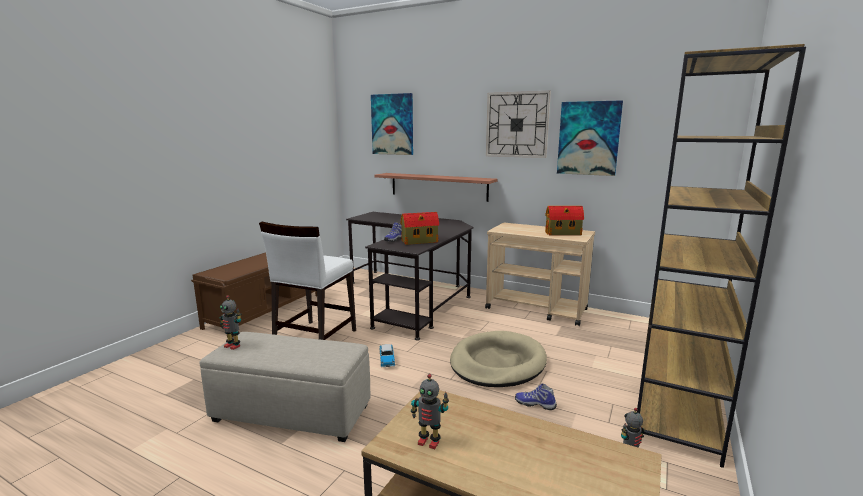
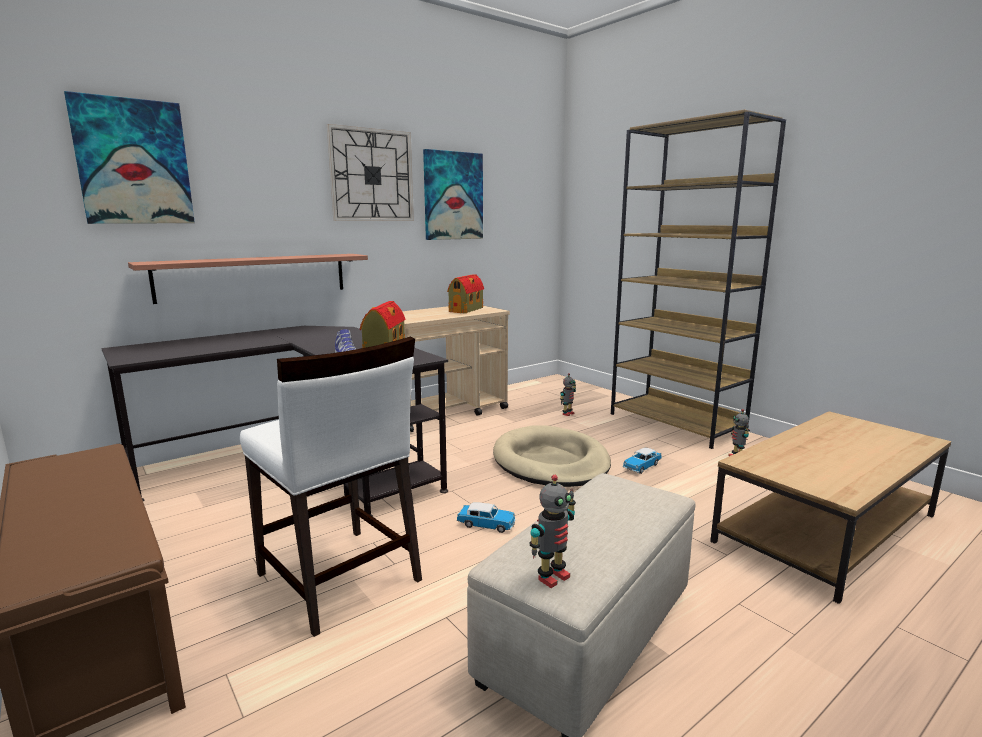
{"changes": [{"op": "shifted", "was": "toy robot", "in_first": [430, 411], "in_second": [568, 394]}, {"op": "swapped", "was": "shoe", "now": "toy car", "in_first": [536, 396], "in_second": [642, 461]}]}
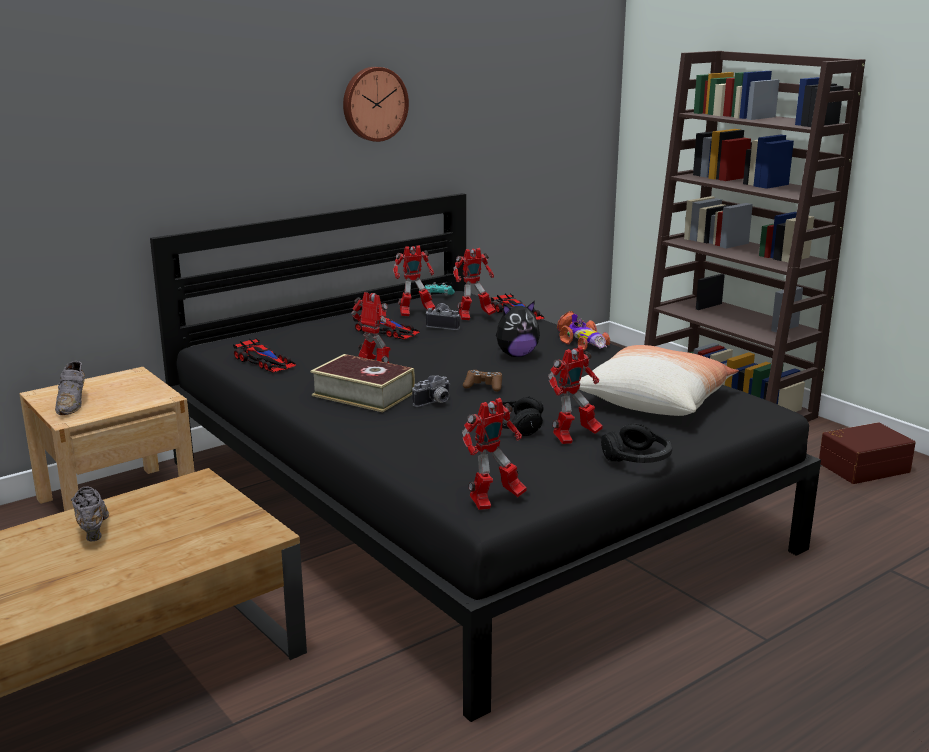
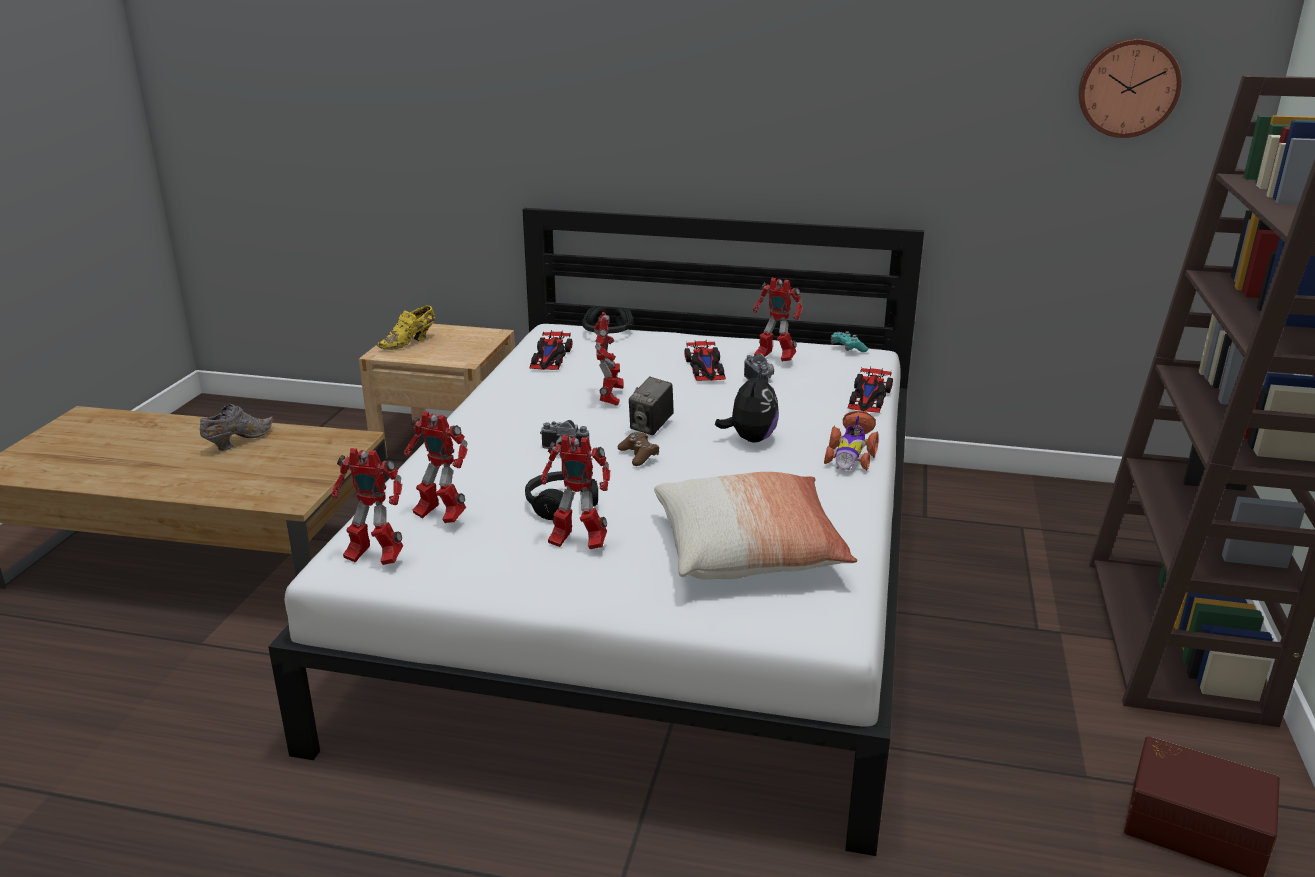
{"changes": [{"op": "shifted", "was": "wall clock", "in_first": [376, 104], "in_second": [1130, 88]}, {"op": "repainted", "was": "black bed", "now": "white bed", "in_first": [485, 457], "in_second": [596, 532]}, {"op": "shifted", "was": "toy robot", "in_first": [474, 284], "in_second": [436, 467]}, {"op": "rotated", "was": "plush toy", "in_first": [518, 329], "in_second": [747, 404], "clockwise": -105}, {"op": "gone", "was": "book", "in_first": [362, 383]}, {"op": "repainted", "was": "grey shoe", "now": "yellow shoe", "in_first": [70, 388], "in_second": [405, 327]}, {"op": "shifted", "was": "black headphones", "in_first": [636, 443], "in_second": [607, 320]}, {"op": "new", "now": "photo camera", "in_second": [651, 406]}]}
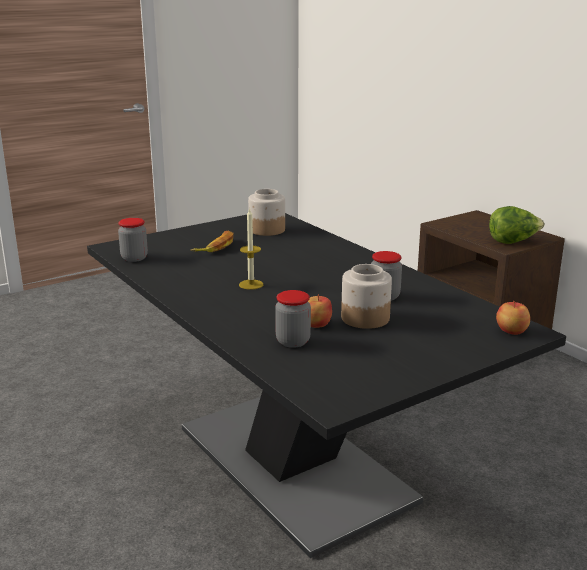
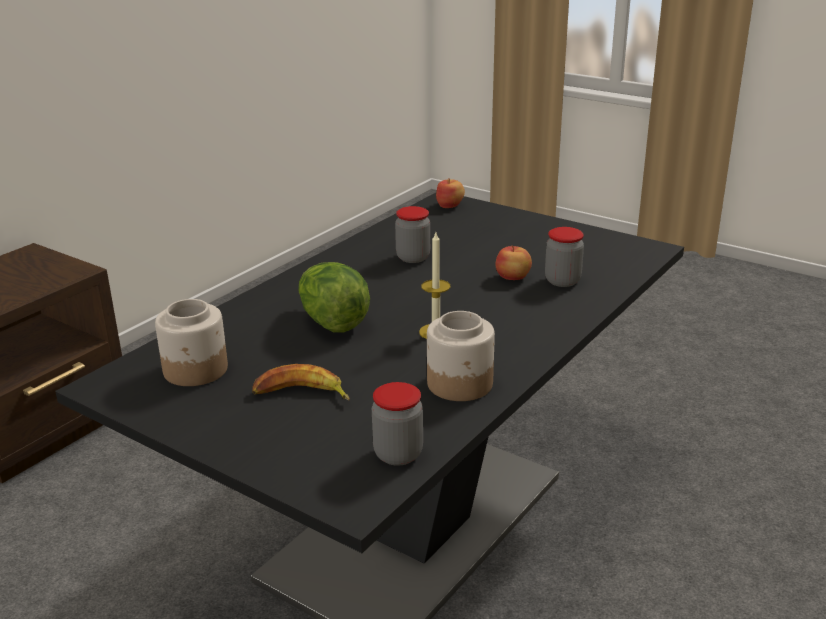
{"changes": [{"op": "shifted", "was": "lettuce", "in_first": [516, 225], "in_second": [334, 297]}, {"op": "shifted", "was": "jar", "in_first": [366, 296], "in_second": [461, 356]}]}
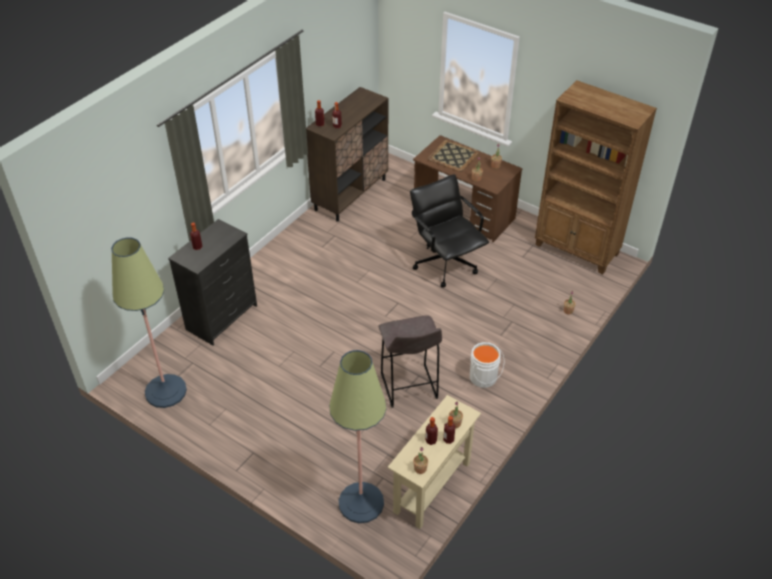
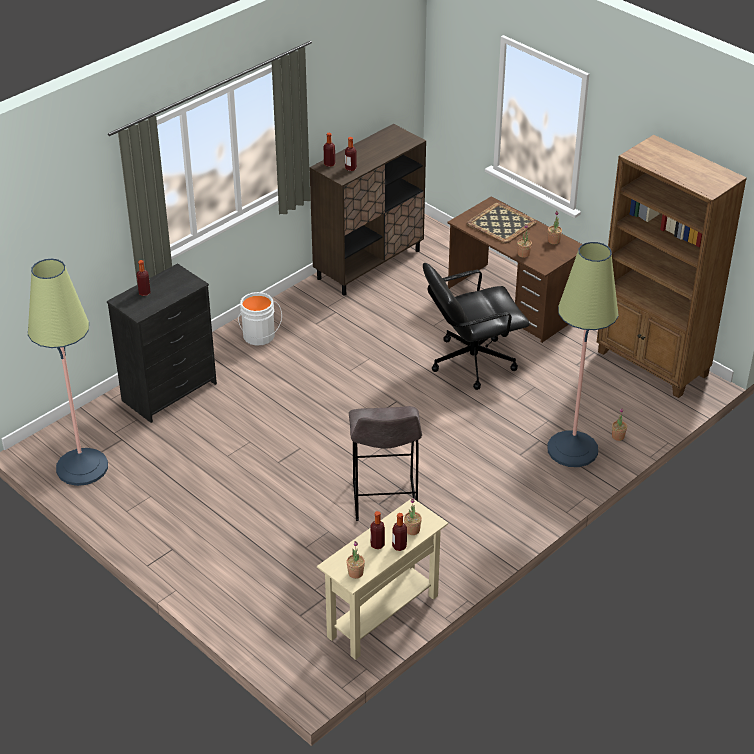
{"changes": [{"op": "rotated", "was": "black office chair", "in_first": [449, 231], "in_second": [476, 326], "clockwise": -90}, {"op": "shifted", "was": "white bucket", "in_first": [487, 365], "in_second": [260, 319]}, {"op": "shifted", "was": "floor lamp", "in_first": [357, 436], "in_second": [583, 354]}]}
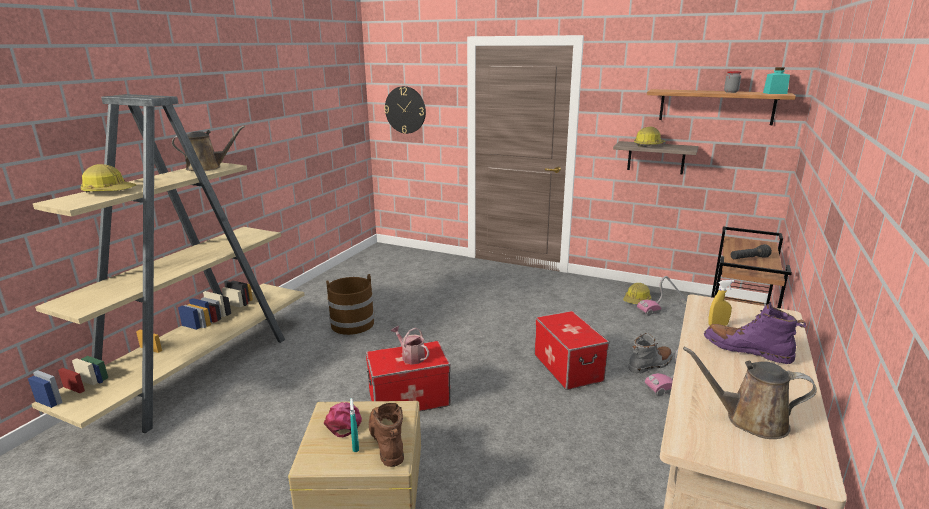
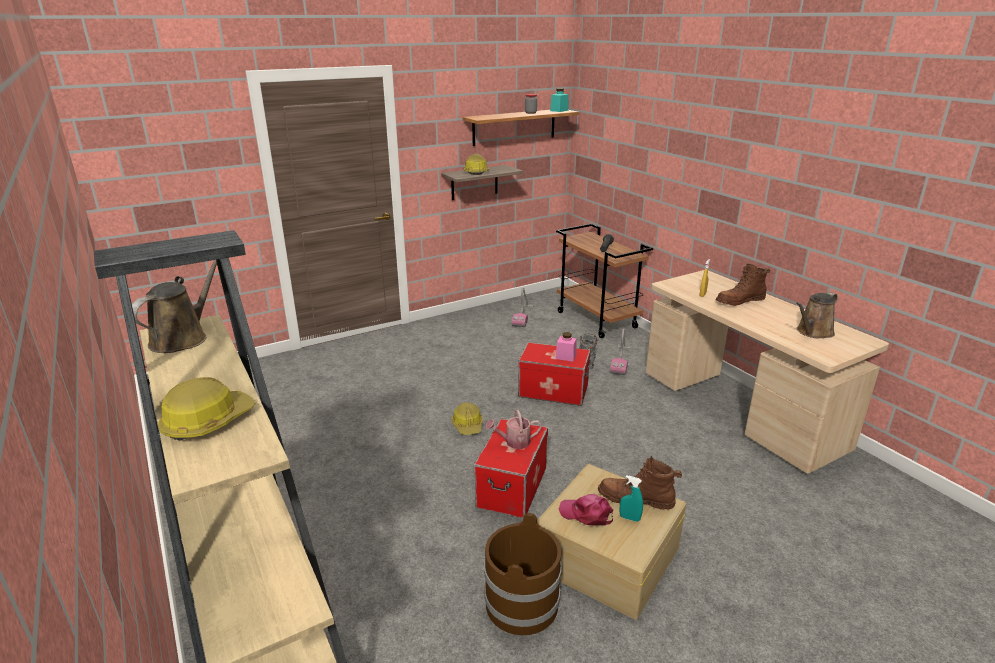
{"changes": [{"op": "gone", "was": "wall clock", "in_first": [405, 110]}, {"op": "shifted", "was": "brown bucket", "in_first": [350, 304], "in_second": [523, 574]}, {"op": "shifted", "was": "hard hat", "in_first": [637, 293], "in_second": [467, 419]}, {"op": "repainted", "was": "purple boot", "now": "brown boot", "in_first": [755, 333], "in_second": [743, 285]}, {"op": "new", "now": "pink jar", "in_second": [566, 347]}]}
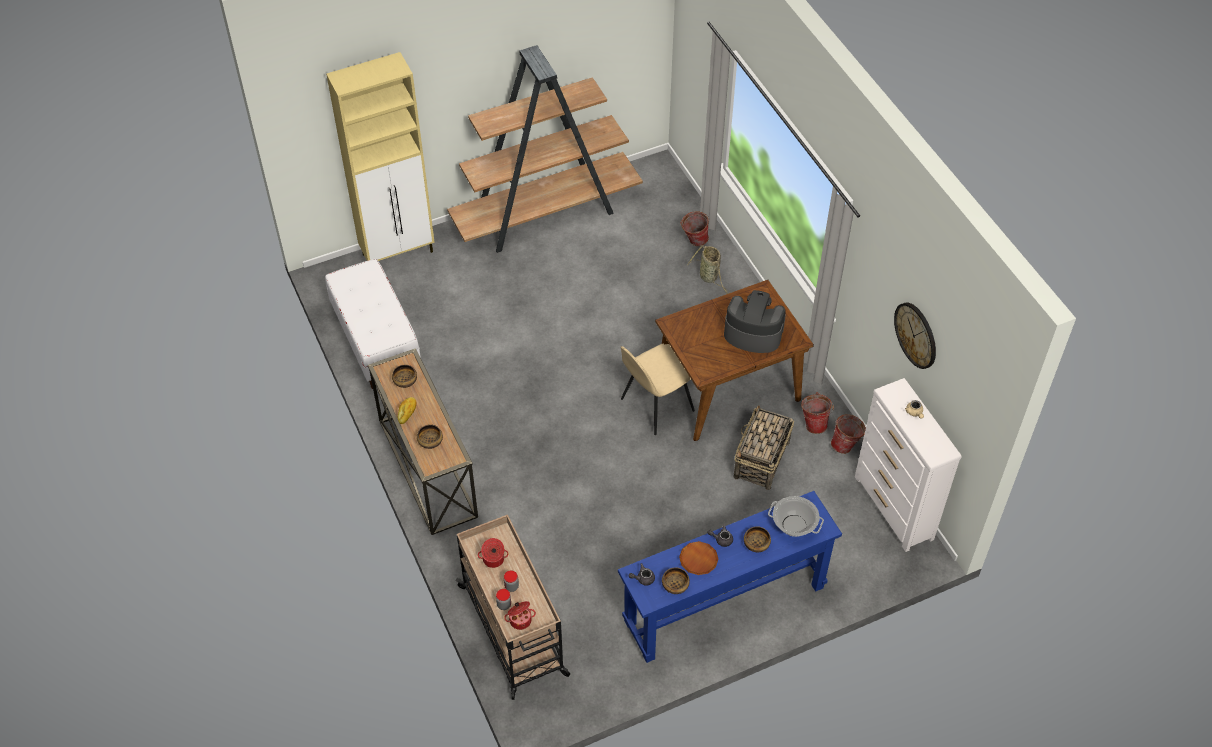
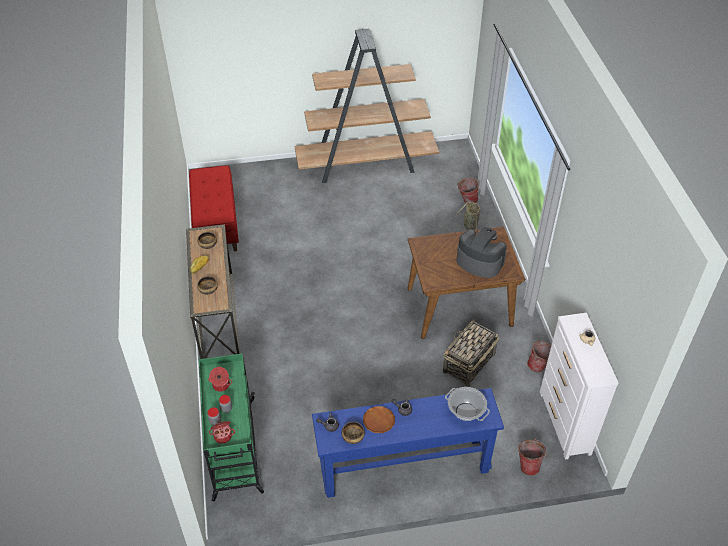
{"changes": [{"op": "gone", "was": "beige cabinet", "in_first": [380, 156]}, {"op": "repainted", "was": "white bench", "now": "red bench", "in_first": [373, 324], "in_second": [214, 208]}, {"op": "gone", "was": "wall clock", "in_first": [915, 336]}, {"op": "gone", "was": "beige chair", "in_first": [658, 389]}, {"op": "shifted", "was": "bucket", "in_first": [817, 413], "in_second": [532, 457]}, {"op": "repainted", "was": "beige cart", "now": "green cart", "in_first": [512, 607], "in_second": [231, 427]}, {"op": "gone", "was": "bowl", "in_first": [757, 539]}]}
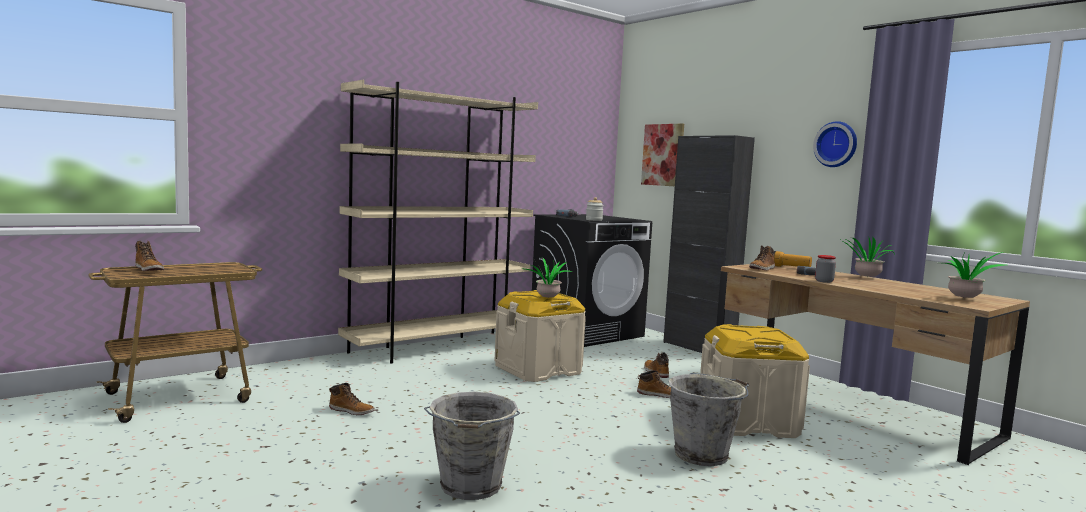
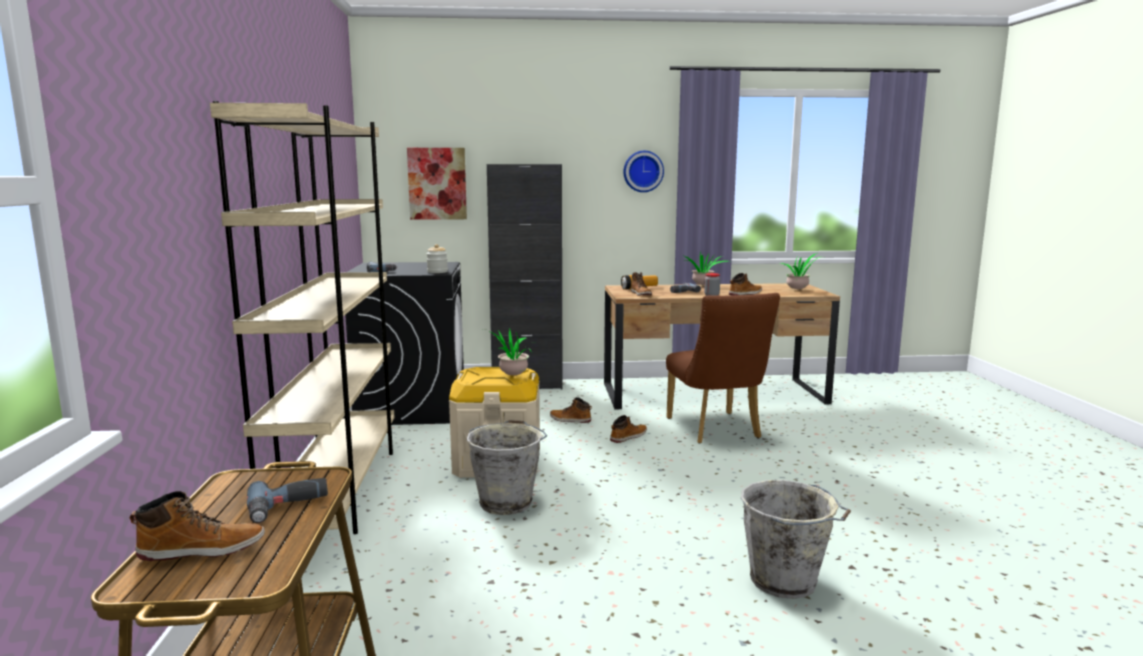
{"changes": [{"op": "swapped", "was": "beige storage box", "now": "brown chair", "in_first": [755, 381], "in_second": [723, 368]}, {"op": "shifted", "was": "grey bucket", "in_first": [708, 419], "in_second": [506, 467]}, {"op": "shifted", "was": "boot", "in_first": [352, 399], "in_second": [745, 284]}, {"op": "new", "now": "power drill", "in_second": [287, 500]}]}
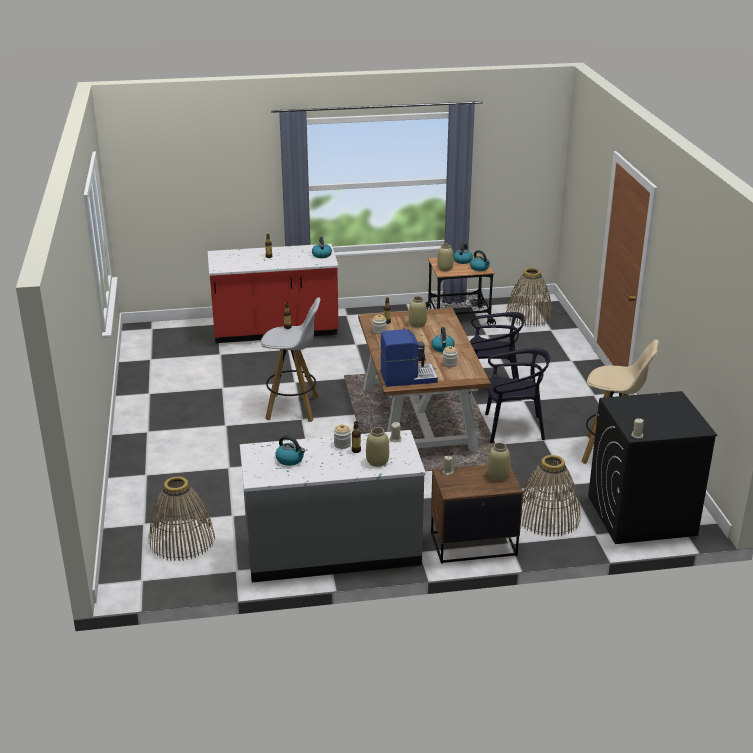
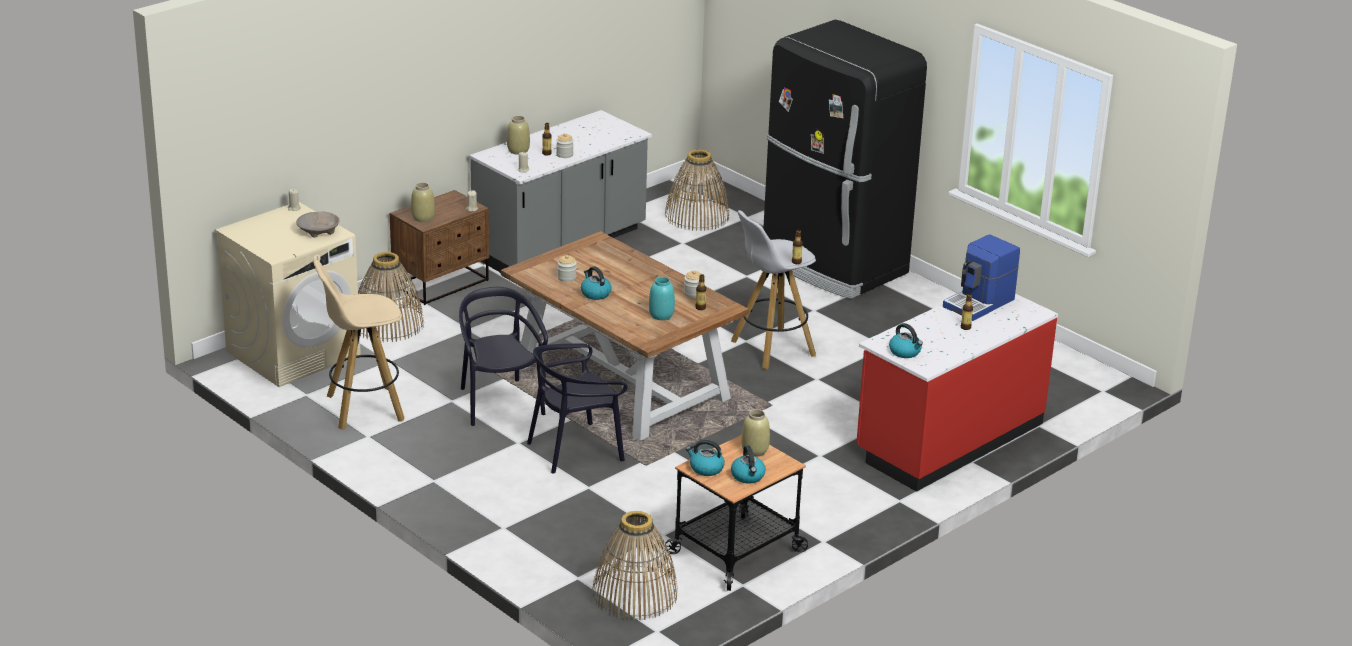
{"changes": [{"op": "repainted", "was": "beige vase", "now": "turquoise vase", "in_first": [418, 312], "in_second": [662, 298]}, {"op": "shifted", "was": "coffee machine", "in_first": [409, 358], "in_second": [981, 277]}, {"op": "rotated", "was": "black chair", "in_first": [517, 395], "in_second": [503, 356], "clockwise": 105}, {"op": "repainted", "was": "black washing machine", "now": "beige washing machine", "in_first": [652, 467], "in_second": [288, 294]}, {"op": "gone", "was": "kettle", "in_first": [290, 450]}, {"op": "new", "now": "black fridge", "in_second": [845, 159]}, {"op": "new", "now": "beige bowl", "in_second": [318, 224]}]}
